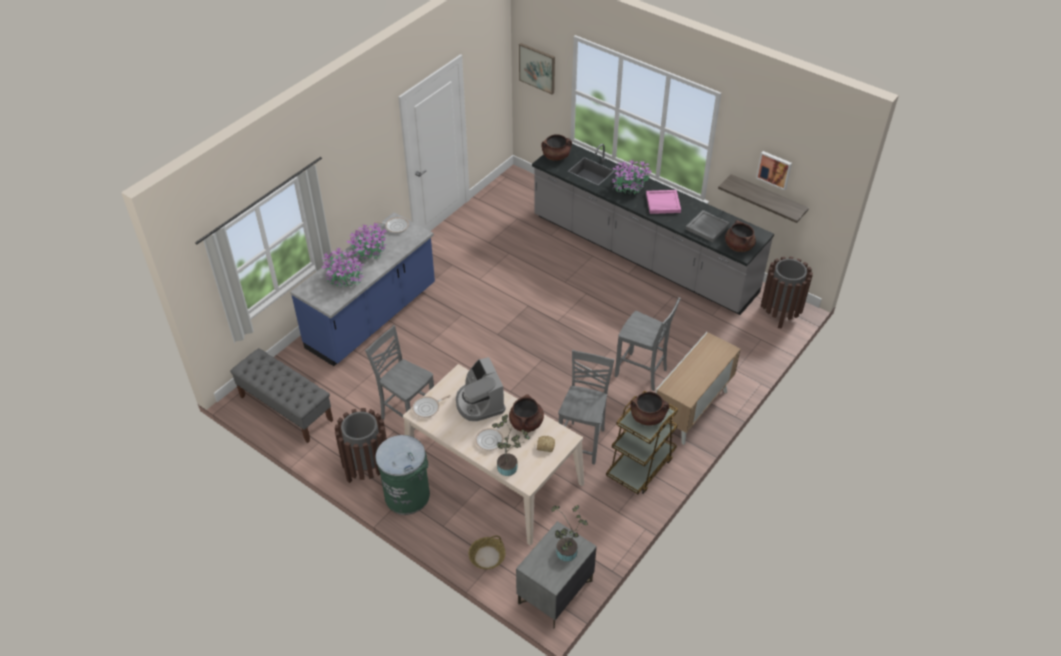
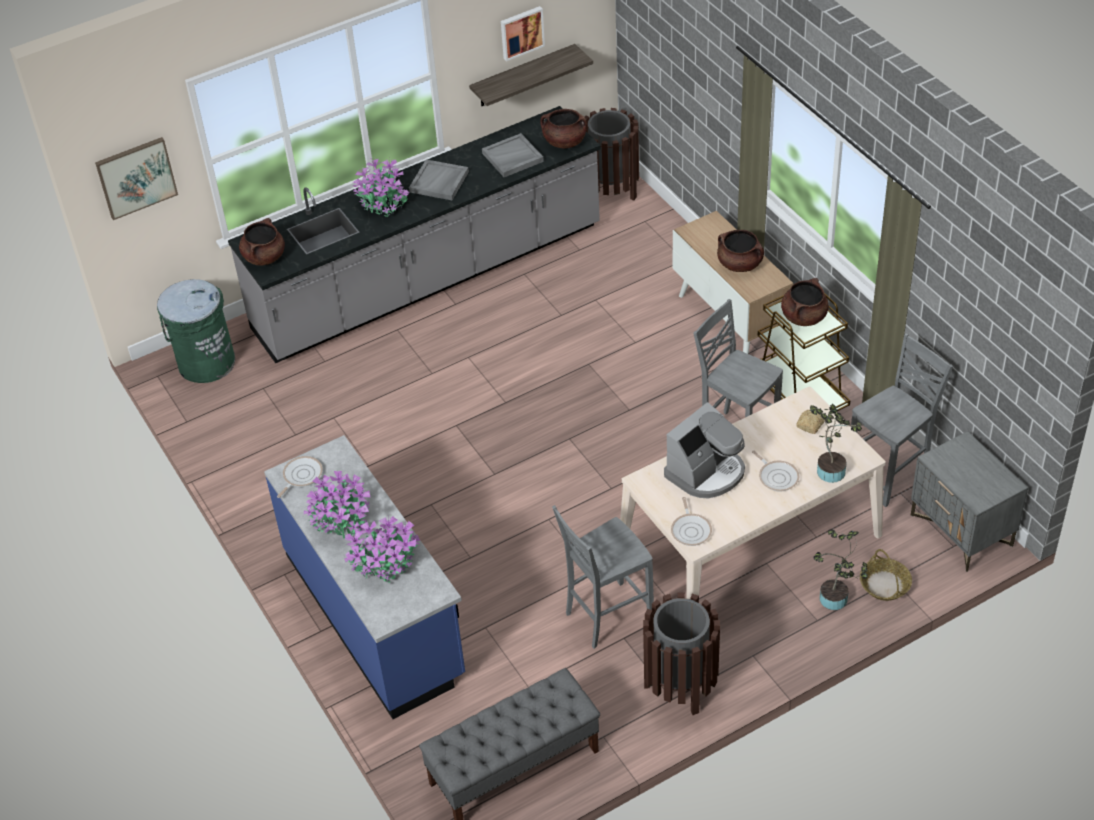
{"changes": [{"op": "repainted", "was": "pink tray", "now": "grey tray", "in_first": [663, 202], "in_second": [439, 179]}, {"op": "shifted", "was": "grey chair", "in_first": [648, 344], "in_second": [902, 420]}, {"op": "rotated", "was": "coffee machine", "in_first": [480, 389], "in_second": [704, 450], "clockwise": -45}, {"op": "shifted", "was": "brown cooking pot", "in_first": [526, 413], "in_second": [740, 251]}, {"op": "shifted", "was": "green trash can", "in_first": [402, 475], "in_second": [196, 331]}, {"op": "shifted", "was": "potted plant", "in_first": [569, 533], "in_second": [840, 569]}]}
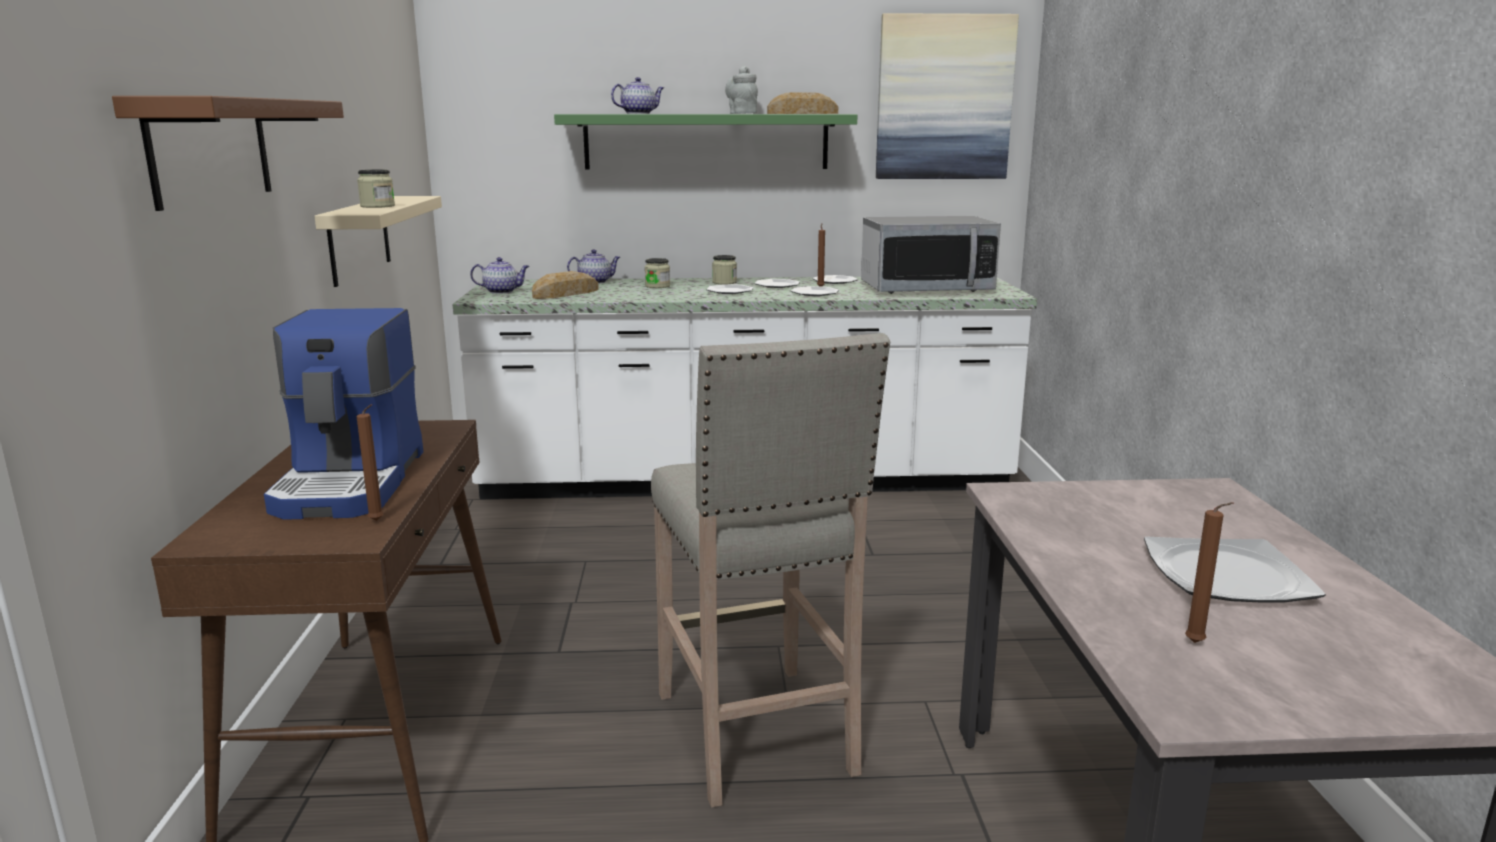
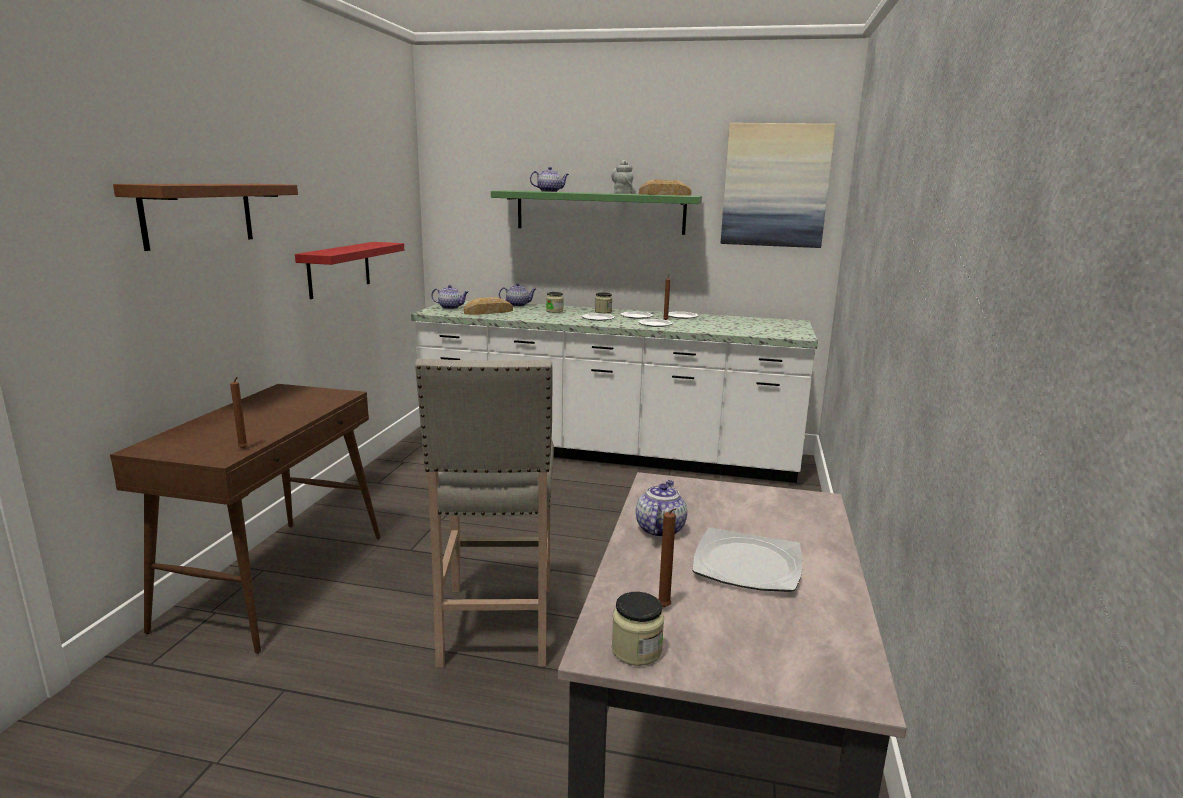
{"changes": [{"op": "shifted", "was": "jar", "in_first": [376, 189], "in_second": [638, 629]}, {"op": "repainted", "was": "beige shelf", "now": "red shelf", "in_first": [378, 241], "in_second": [349, 270]}, {"op": "gone", "was": "microwave", "in_first": [931, 255]}, {"op": "gone", "was": "coffee machine", "in_first": [343, 414]}, {"op": "new", "now": "teapot", "in_second": [661, 509]}]}
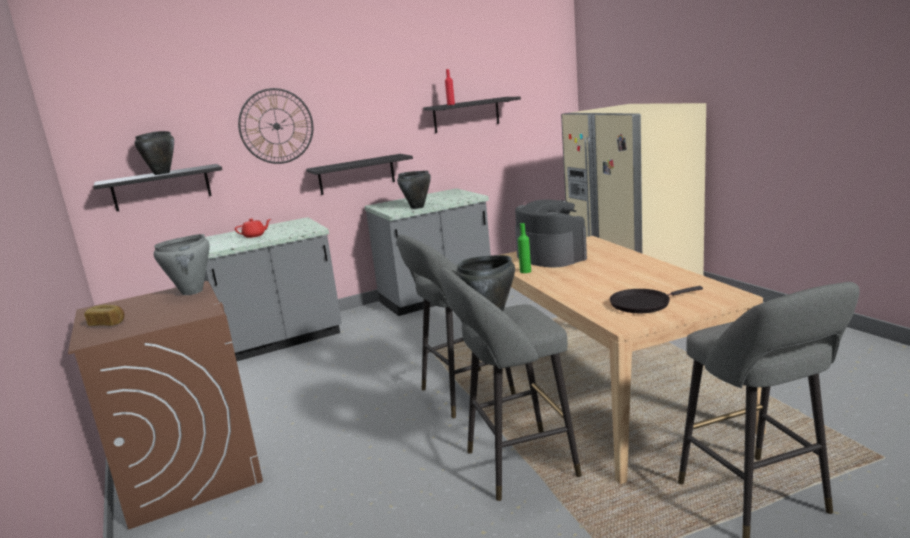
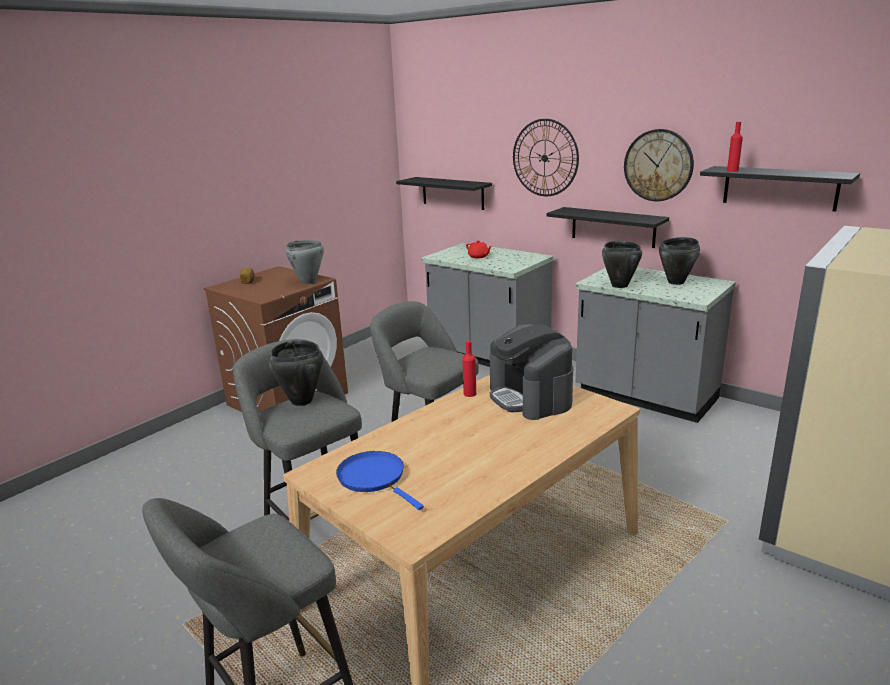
{"changes": [{"op": "shifted", "was": "black cooking pot", "in_first": [154, 153], "in_second": [679, 261]}, {"op": "rotated", "was": "coffee machine", "in_first": [551, 233], "in_second": [531, 372], "clockwise": 120}, {"op": "repainted", "was": "green bottle", "now": "red bottle", "in_first": [524, 248], "in_second": [469, 369]}, {"op": "repainted", "was": "black frying pan", "now": "blue frying pan", "in_first": [656, 299], "in_second": [380, 480]}, {"op": "new", "now": "wall clock", "in_second": [659, 165]}]}
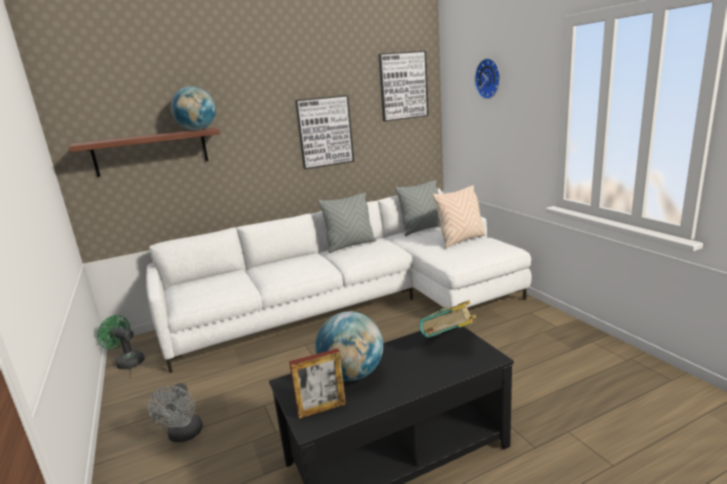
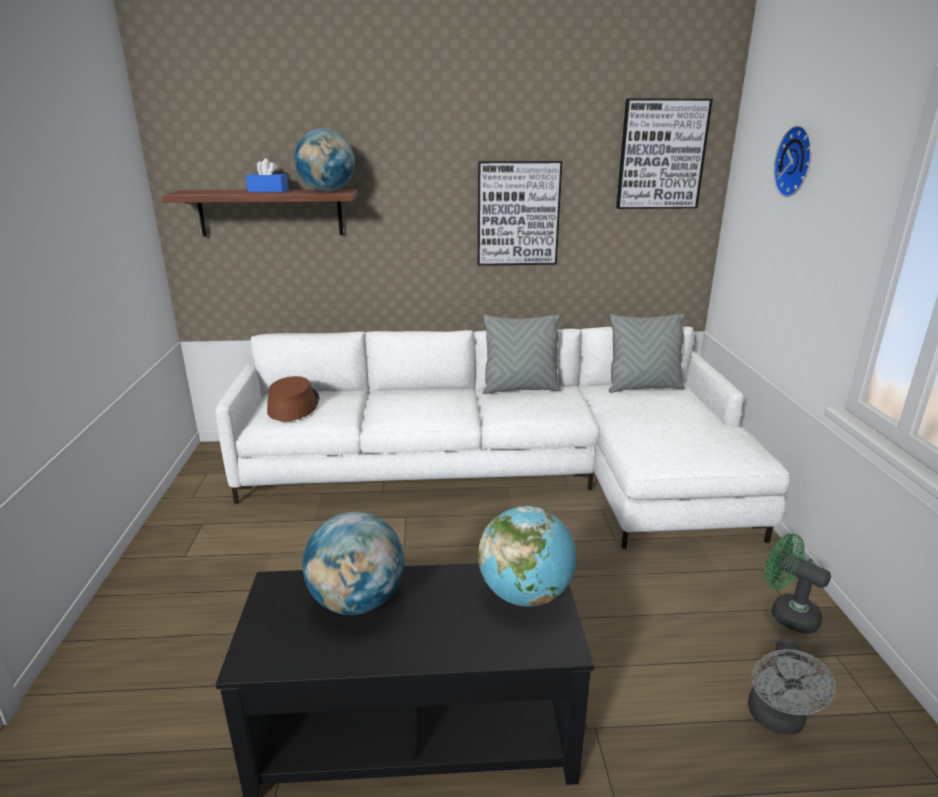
{"changes": [{"op": "gone", "was": "beige pillow", "in_first": [459, 217]}, {"op": "swapped", "was": "book", "now": "globe", "in_first": [447, 319], "in_second": [527, 556]}, {"op": "shifted", "was": "green fan", "in_first": [121, 342], "in_second": [798, 583]}, {"op": "gone", "was": "picture frame", "in_first": [317, 383]}, {"op": "shifted", "was": "grey fan", "in_first": [175, 412], "in_second": [792, 686]}, {"op": "new", "now": "blue tissue box", "in_second": [267, 175]}, {"op": "new", "now": "brown hat", "in_second": [293, 398]}]}
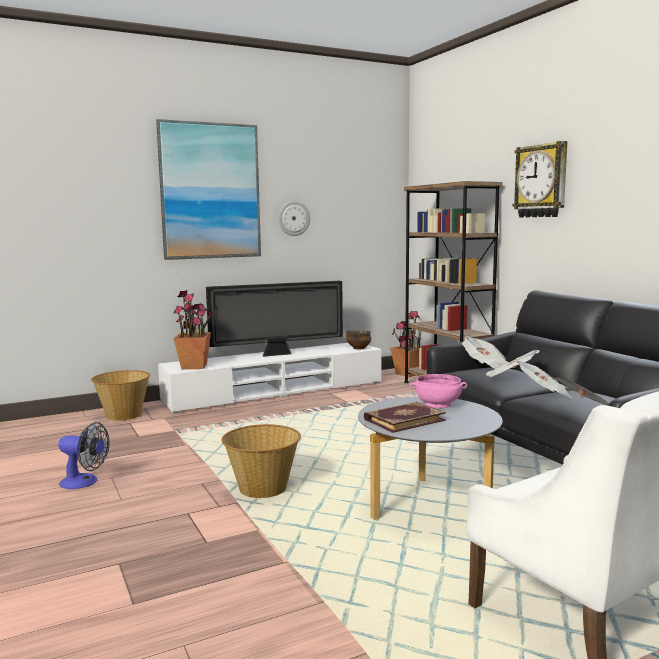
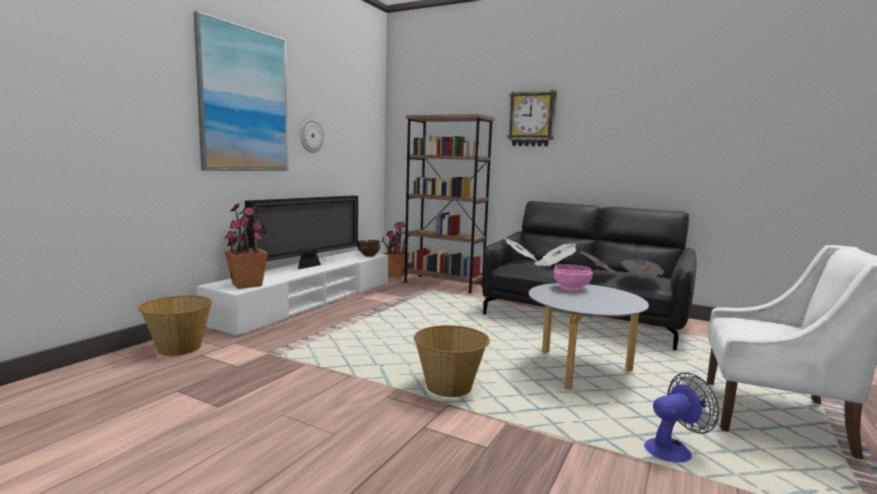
{"changes": [{"op": "gone", "was": "book", "in_first": [405, 417]}, {"op": "shifted", "was": "fan", "in_first": [83, 455], "in_second": [681, 418]}]}
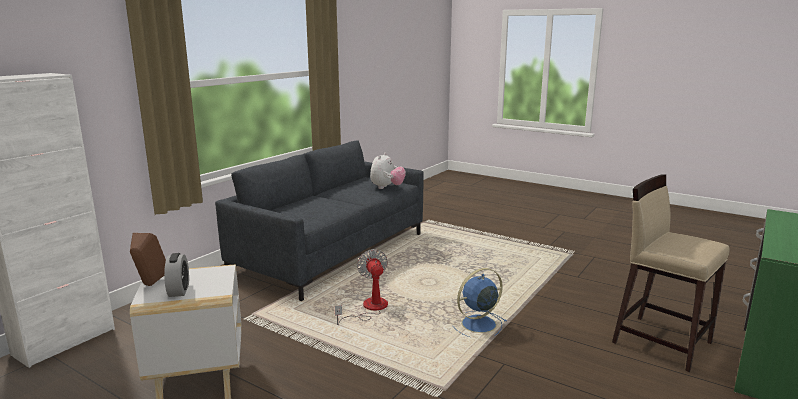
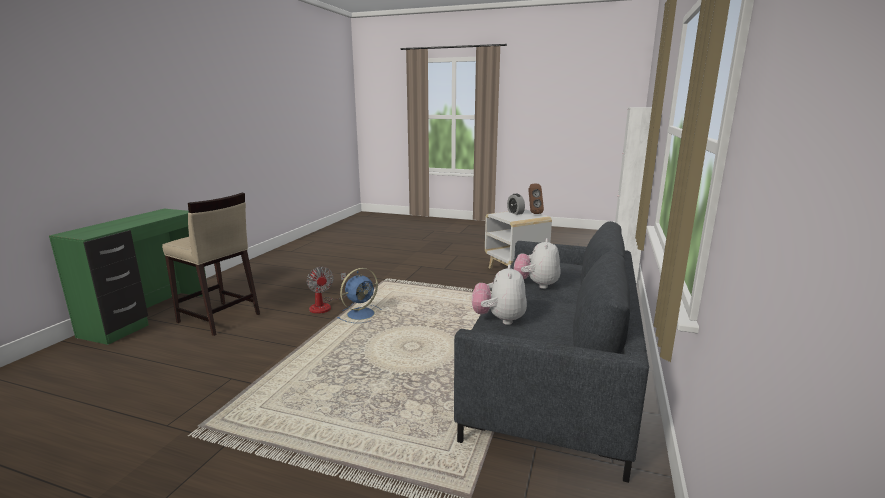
{"changes": [{"op": "shifted", "was": "fan", "in_first": [361, 287], "in_second": [326, 290]}, {"op": "new", "now": "plush toy", "in_second": [537, 263]}]}
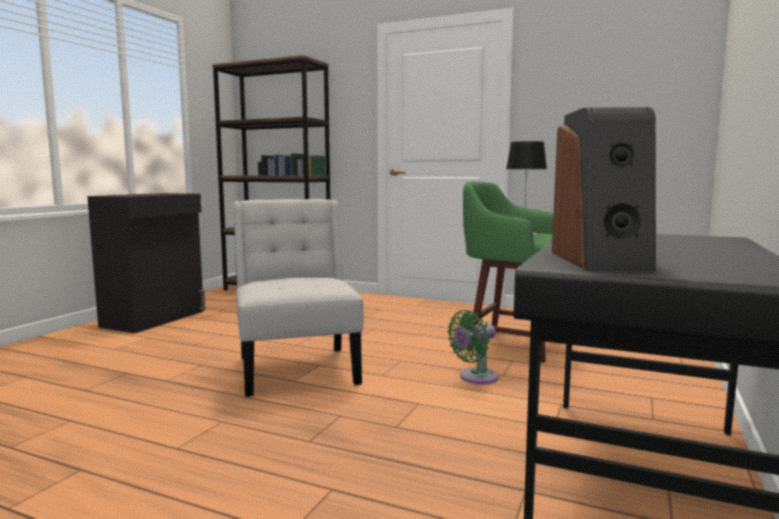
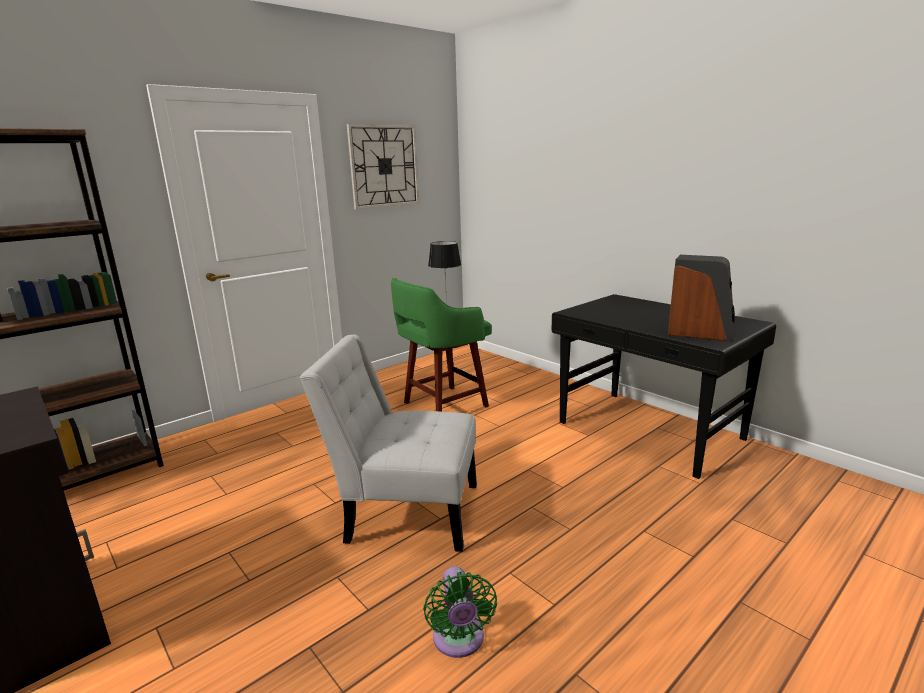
{"changes": [{"op": "shifted", "was": "green fan", "in_first": [473, 347], "in_second": [460, 612]}, {"op": "new", "now": "wall clock", "in_second": [383, 166]}]}
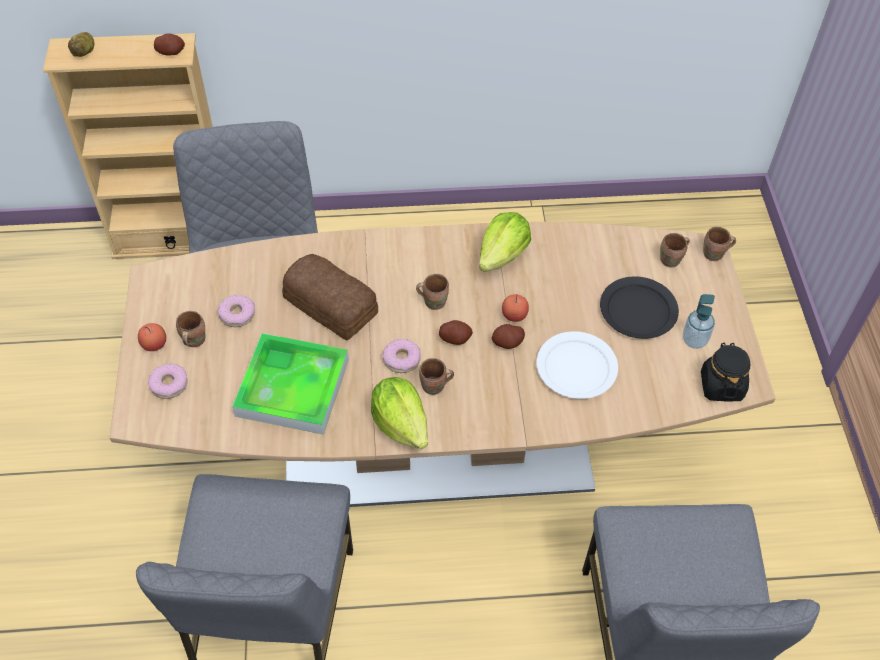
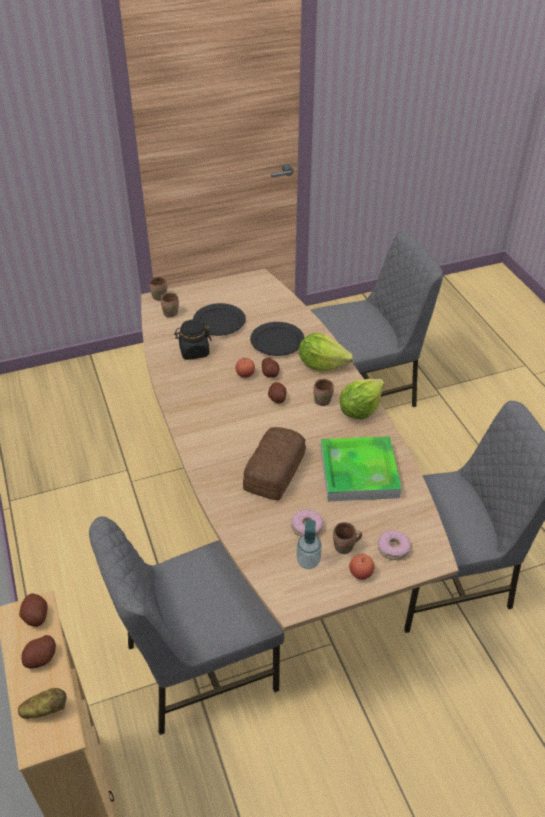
{"changes": [{"op": "shifted", "was": "lettuce", "in_first": [505, 242], "in_second": [326, 352]}, {"op": "gone", "was": "brown mug", "in_first": [432, 292]}, {"op": "shifted", "was": "soap dispenser", "in_first": [699, 321], "in_second": [309, 544]}, {"op": "repainted", "was": "white plate", "now": "black plate", "in_first": [577, 365], "in_second": [277, 339]}, {"op": "gone", "was": "donut", "in_first": [402, 356]}, {"op": "shifted", "was": "black jar", "in_first": [725, 372], "in_second": [193, 340]}, {"op": "new", "now": "potato", "in_second": [38, 652]}]}
